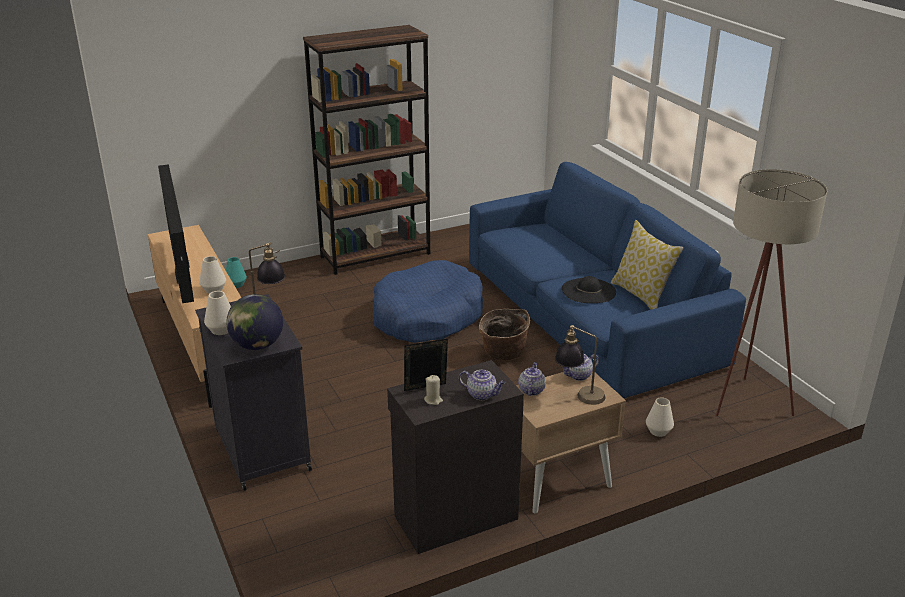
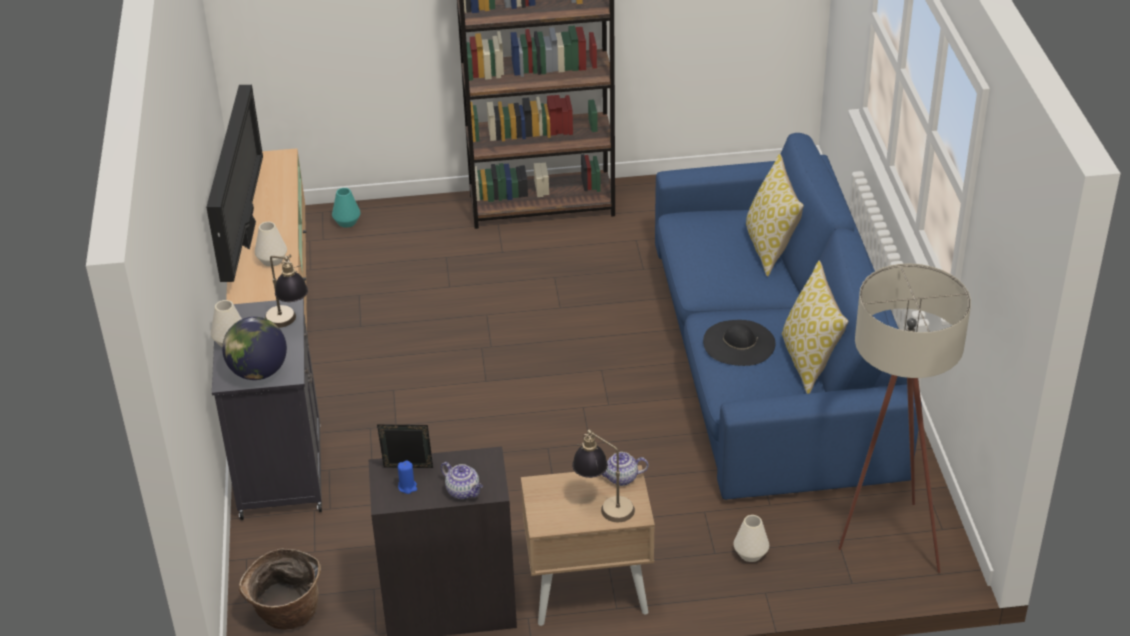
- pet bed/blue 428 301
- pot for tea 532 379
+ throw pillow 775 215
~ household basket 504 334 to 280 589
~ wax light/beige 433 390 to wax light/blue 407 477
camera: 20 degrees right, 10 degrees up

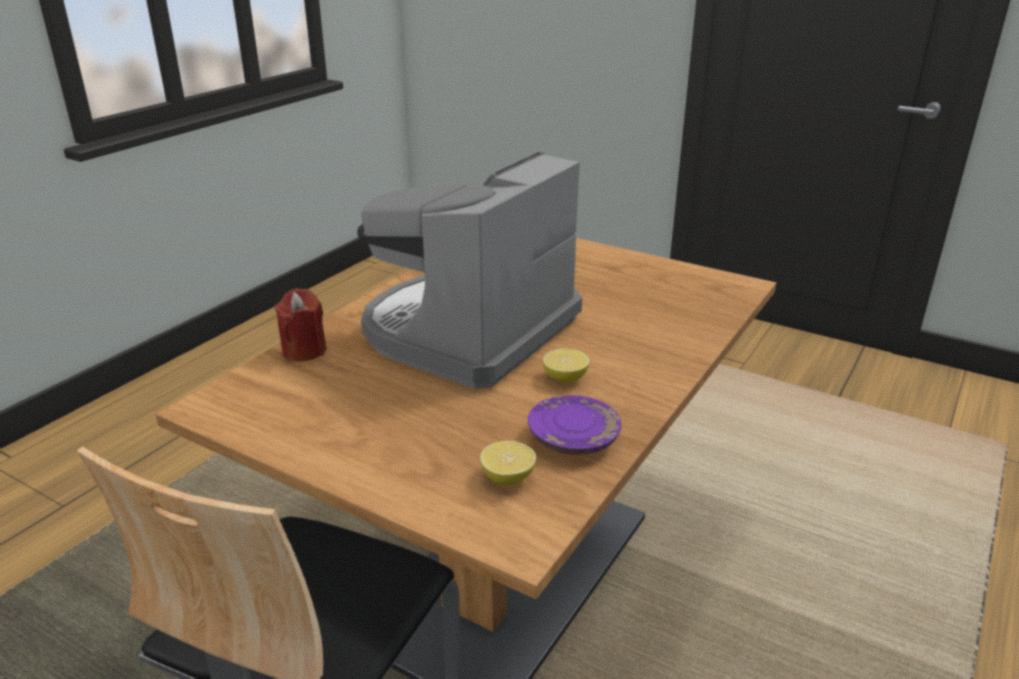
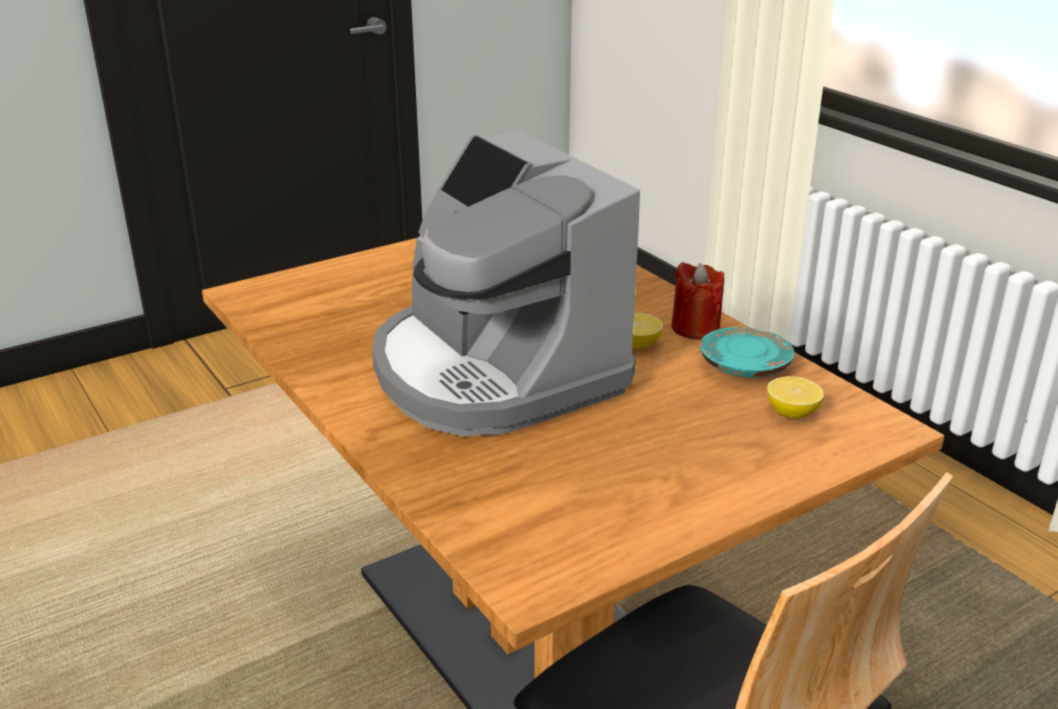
~ wax light/red-coloured 300 324 to 697 301
~ plate/purplish 575 425 to plate/blue-green 747 352
camera: 65 degrees left, 0 degrees up

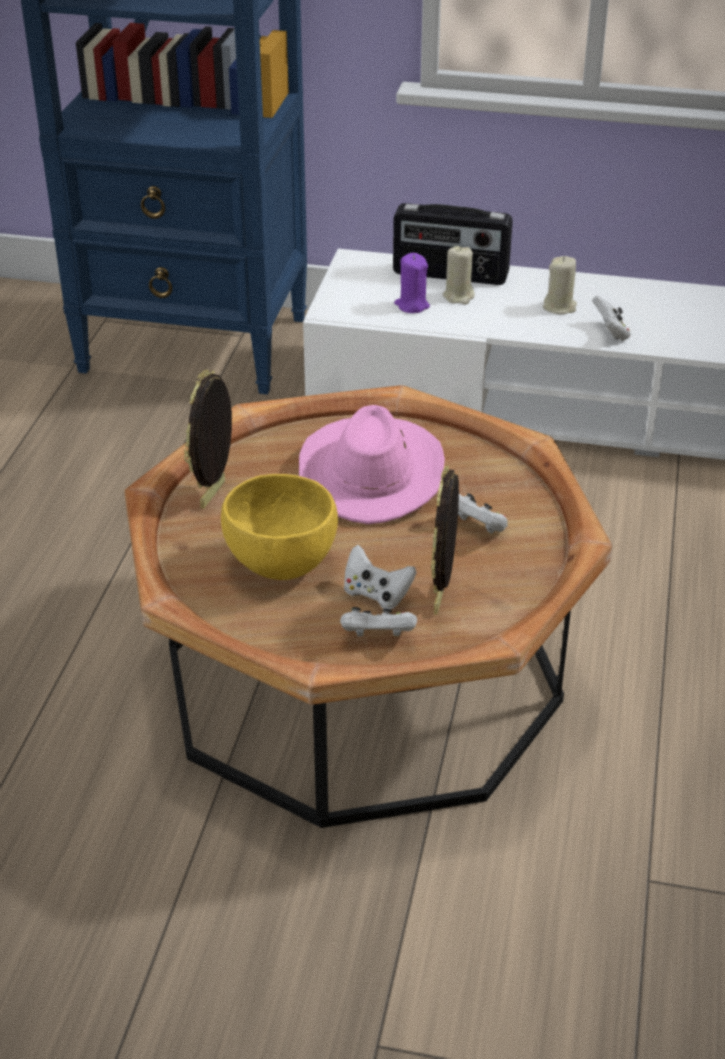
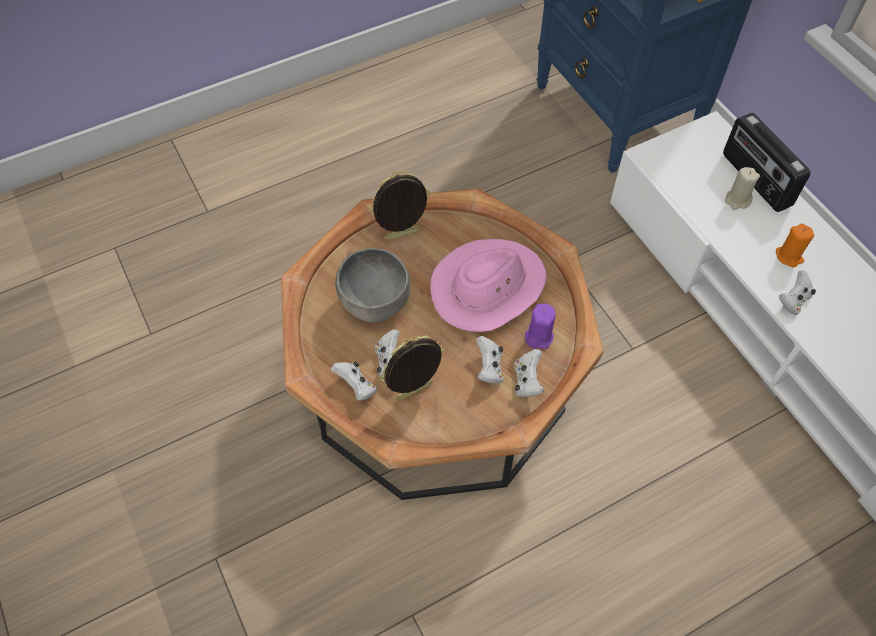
+ joypad/whitish 529 373
~ wax light/purplish 412 283 to 540 326
~ serving bowl/yellow 279 527 to serving bowl/greyish 373 285
~ wax light/beige 560 285 to wax light/orange 795 245
camera: 50 degrees right, 20 degrees up

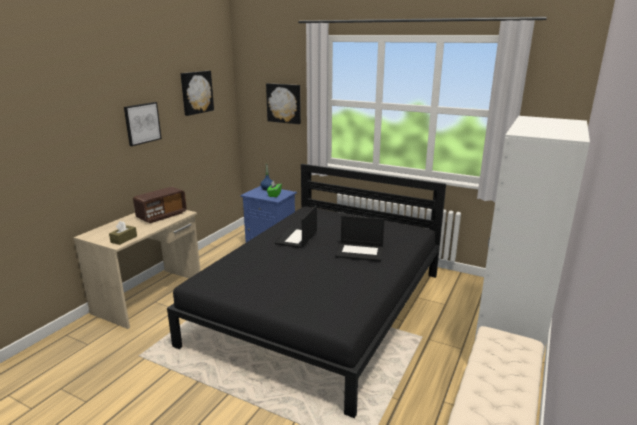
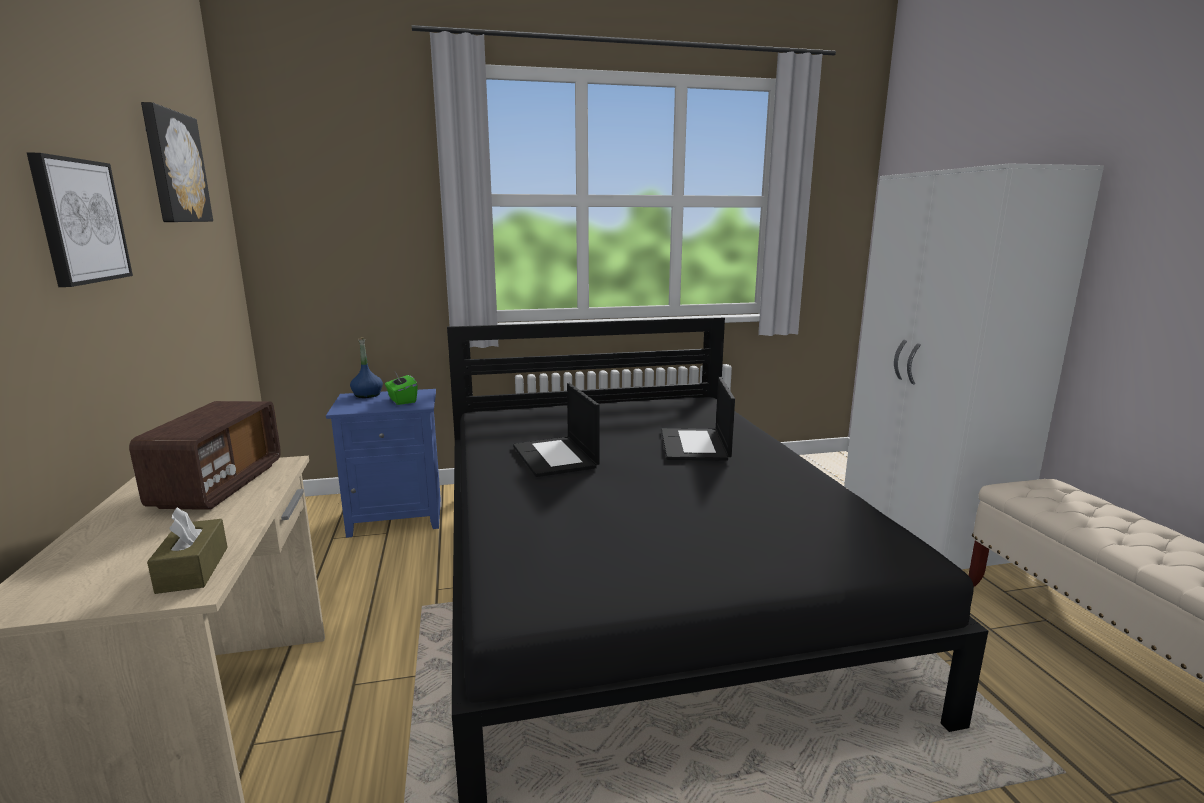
- wall art 283 103
~ portable computer 360 238 = 698 419 120 degrees clockwise
camera: 40 degrees left, 5 degrees down

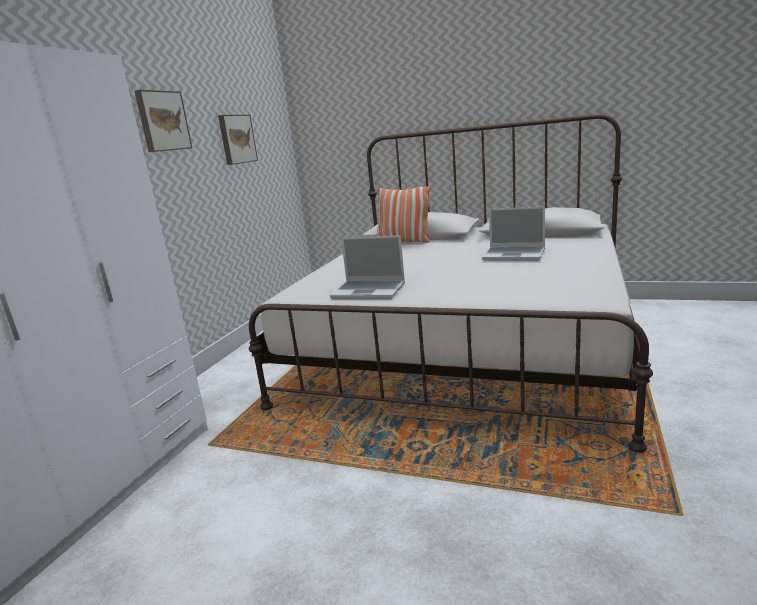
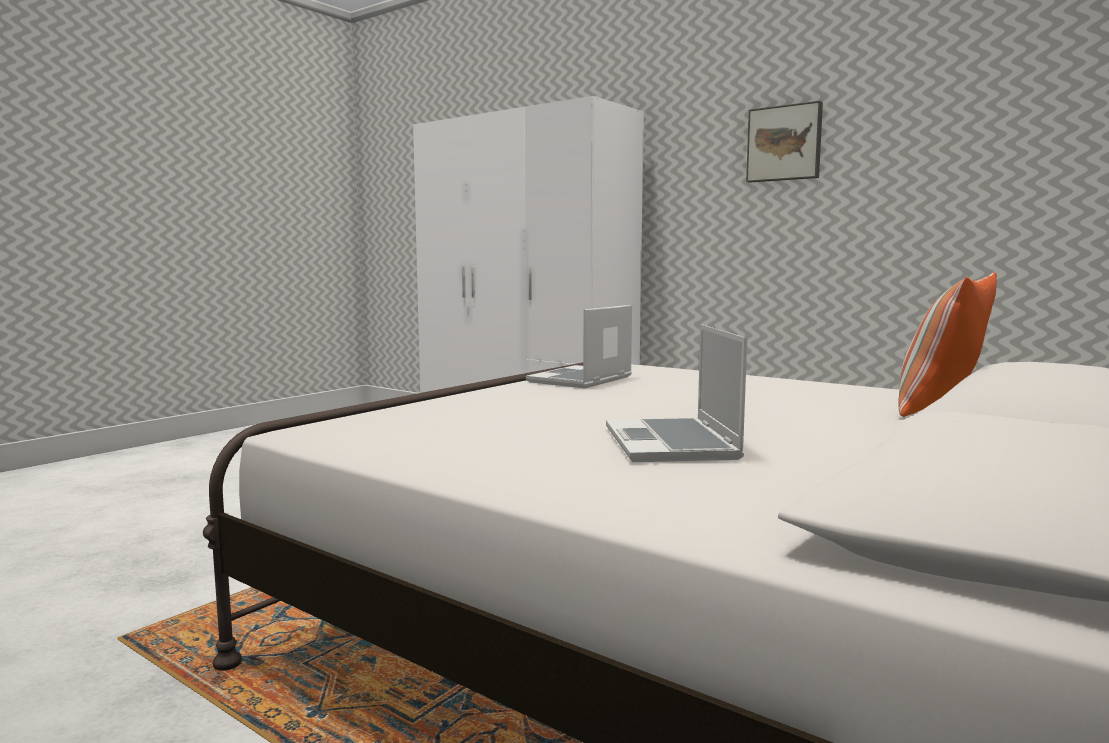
- wall art 238 140
~ portable computer 513 234 = 676 393 45 degrees counterclockwise
camera: 105 degrees right, 10 degrees down

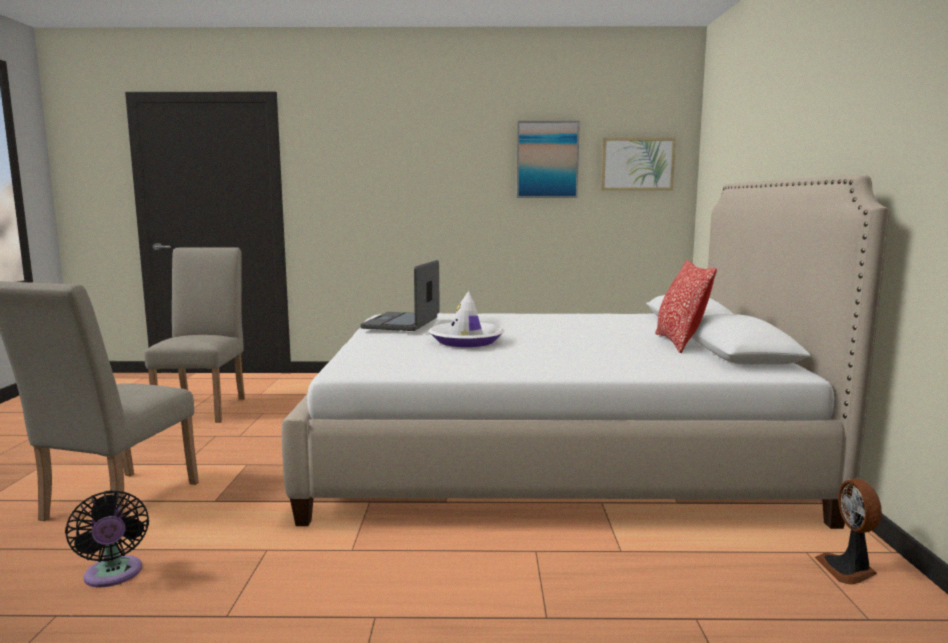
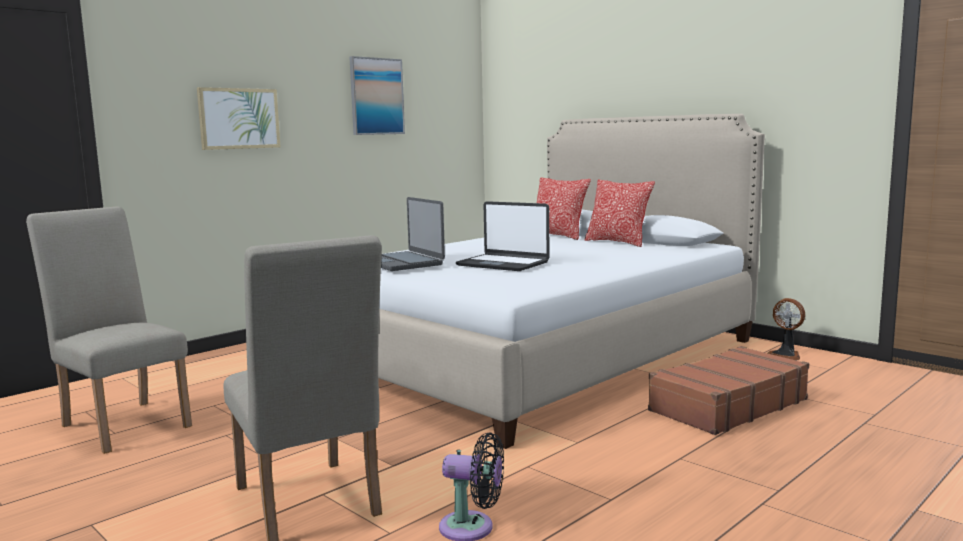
+ throw pillow 564 208
+ suitcase/brown-coloured 728 390
~ wall art 638 164 to 239 118
~ hat/whitish 466 319 to portable computer 502 236
camera: 45 degrees left, 0 degrees up

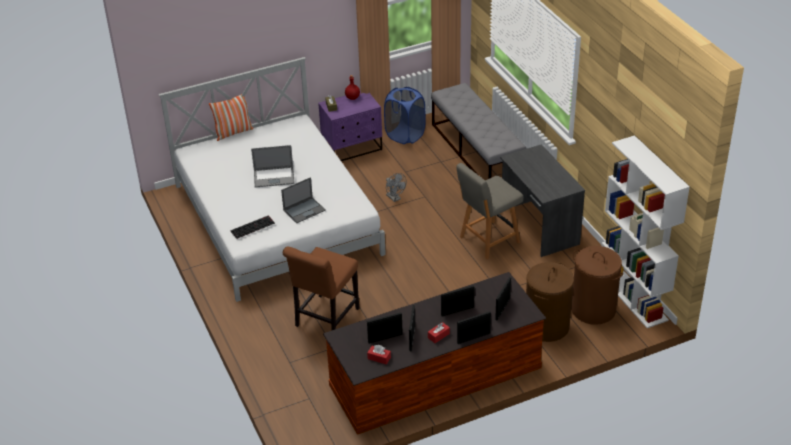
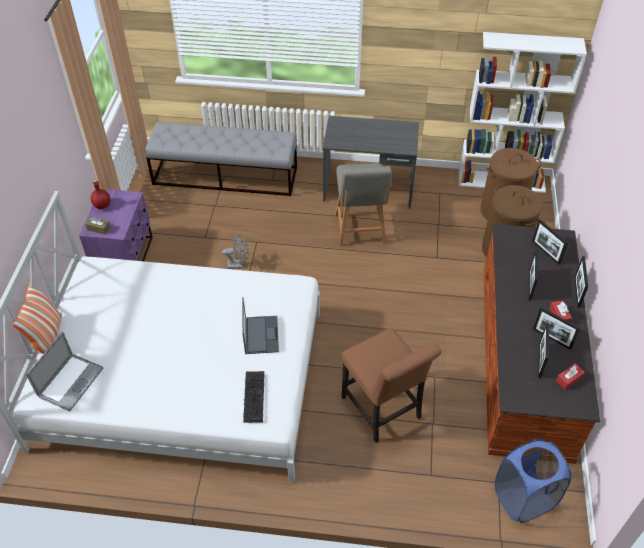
~ portable computer 273 166 to 64 371
~ hamper/blue 405 115 to 533 481
camera: 60 degrees left, 10 degrees up

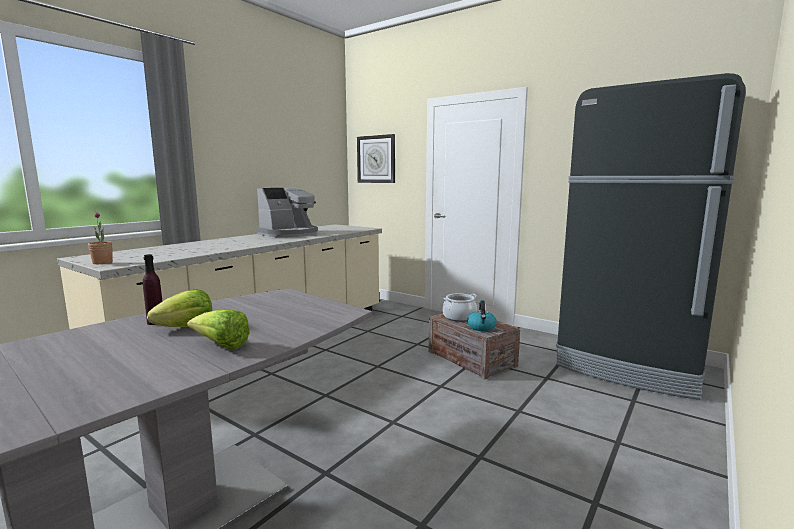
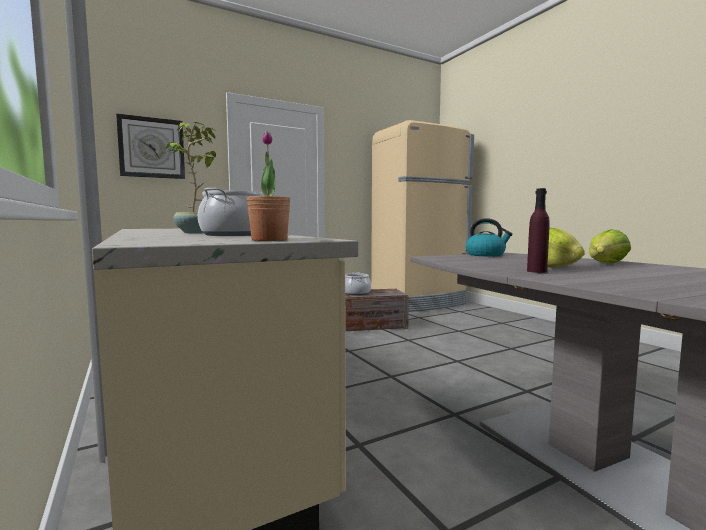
- coffee brewer 287 212
+ potted plant 191 177
+ saucepot 230 212
~ kettle 482 315 to 489 237
~ kitchen fridge/black-coloured 651 236 to kitchen fridge/beige 422 216
camera: 65 degrees left, 5 degrees down

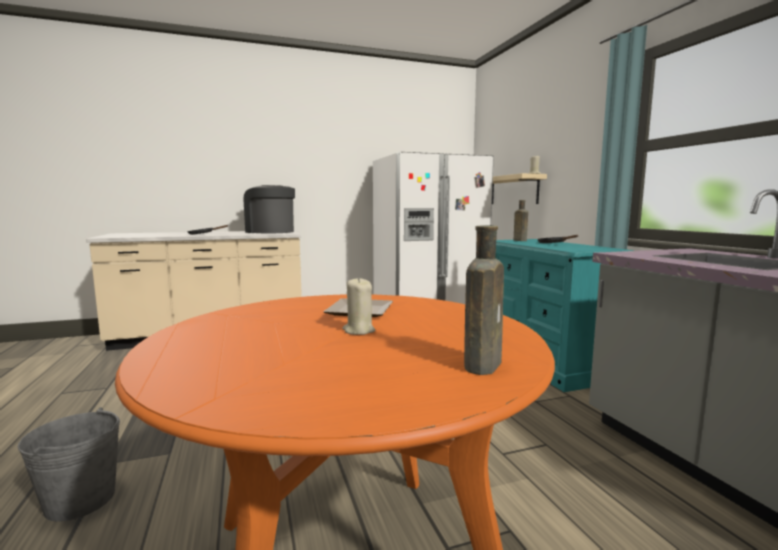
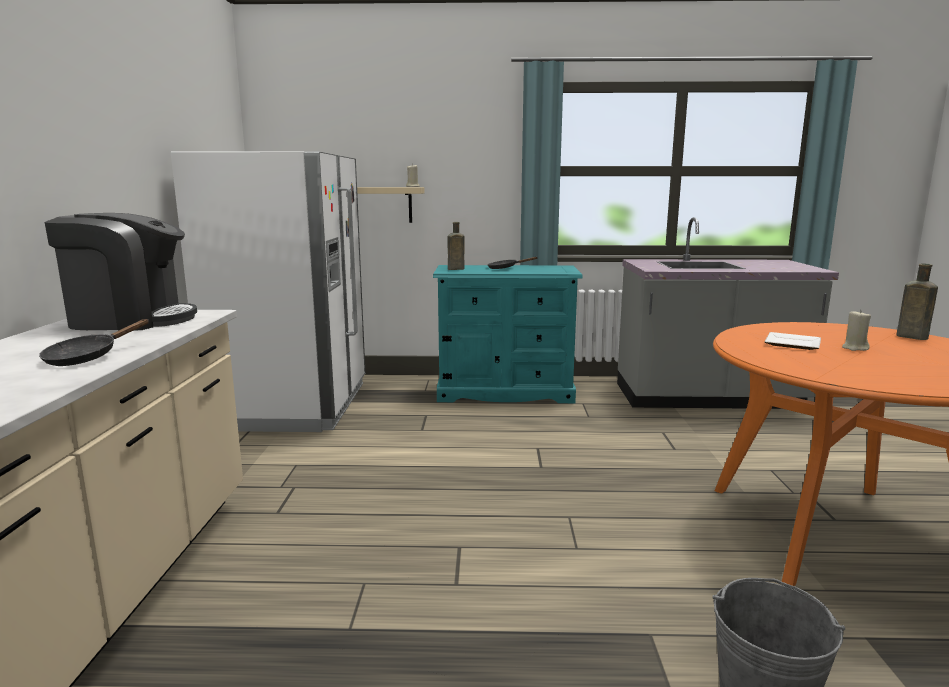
~ coffee brewer 269 209 = 121 271 150 degrees counterclockwise
camera: 70 degrees left, 5 degrees up

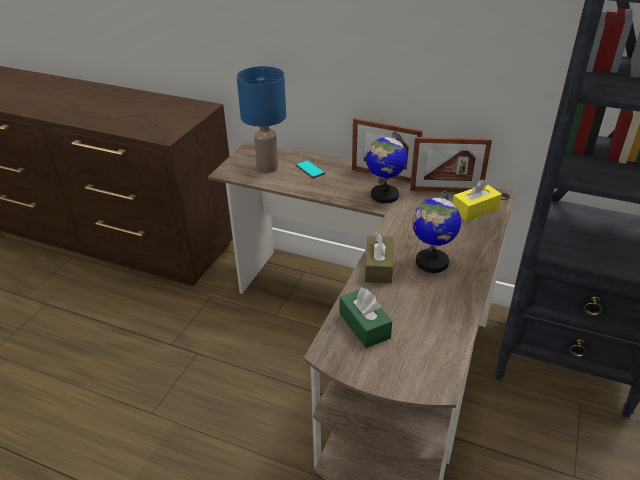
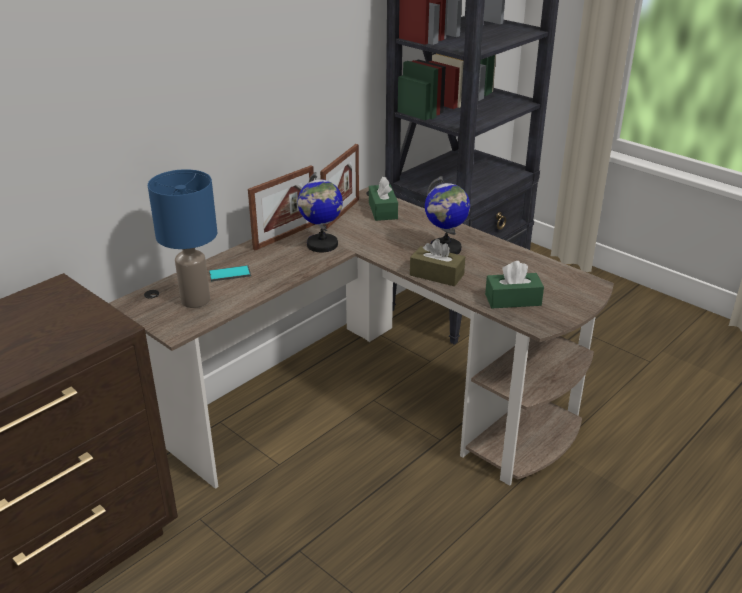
~ tissue box/yellow 477 200 to tissue box/green-coloured 383 199
camera: 70 degrees left, 5 degrees down

